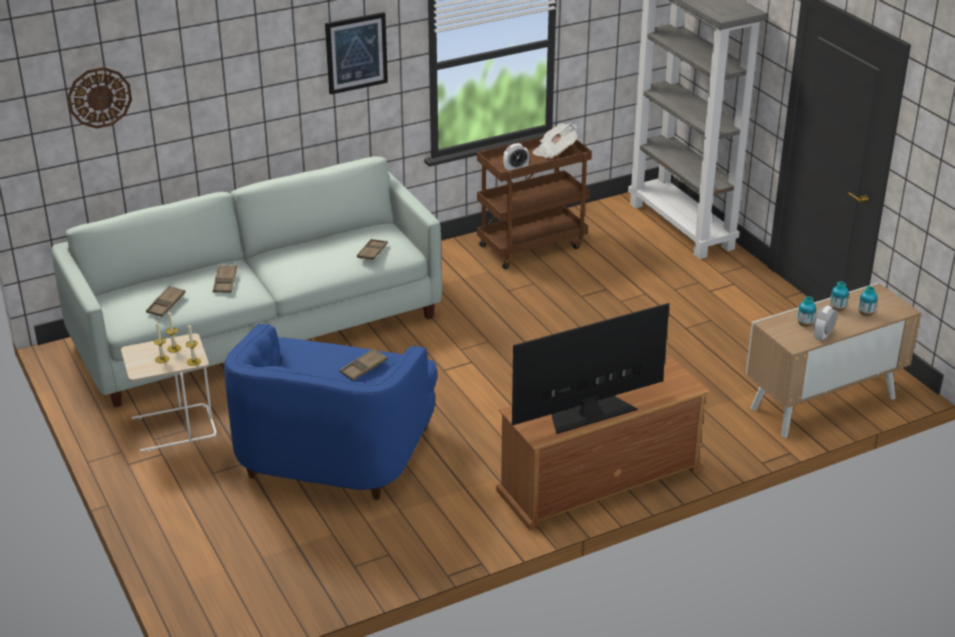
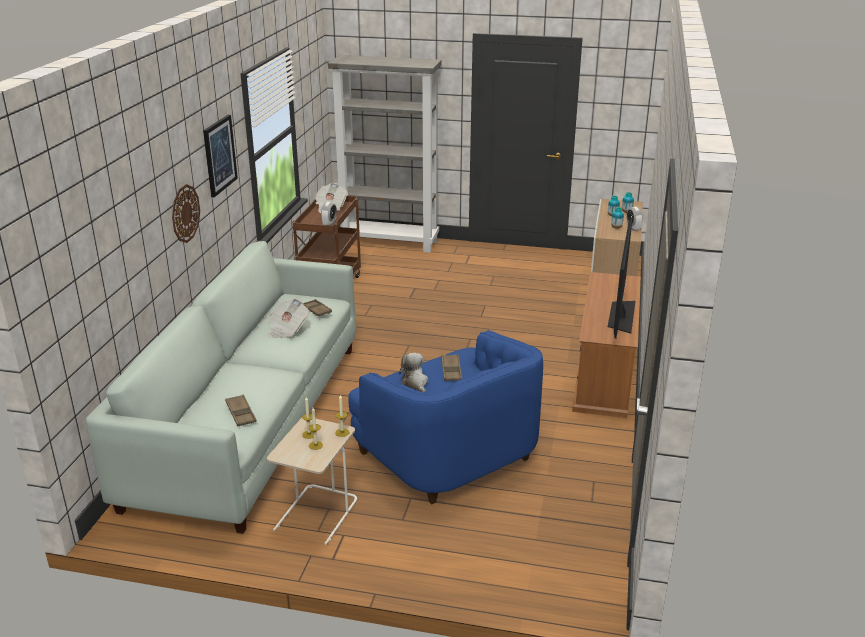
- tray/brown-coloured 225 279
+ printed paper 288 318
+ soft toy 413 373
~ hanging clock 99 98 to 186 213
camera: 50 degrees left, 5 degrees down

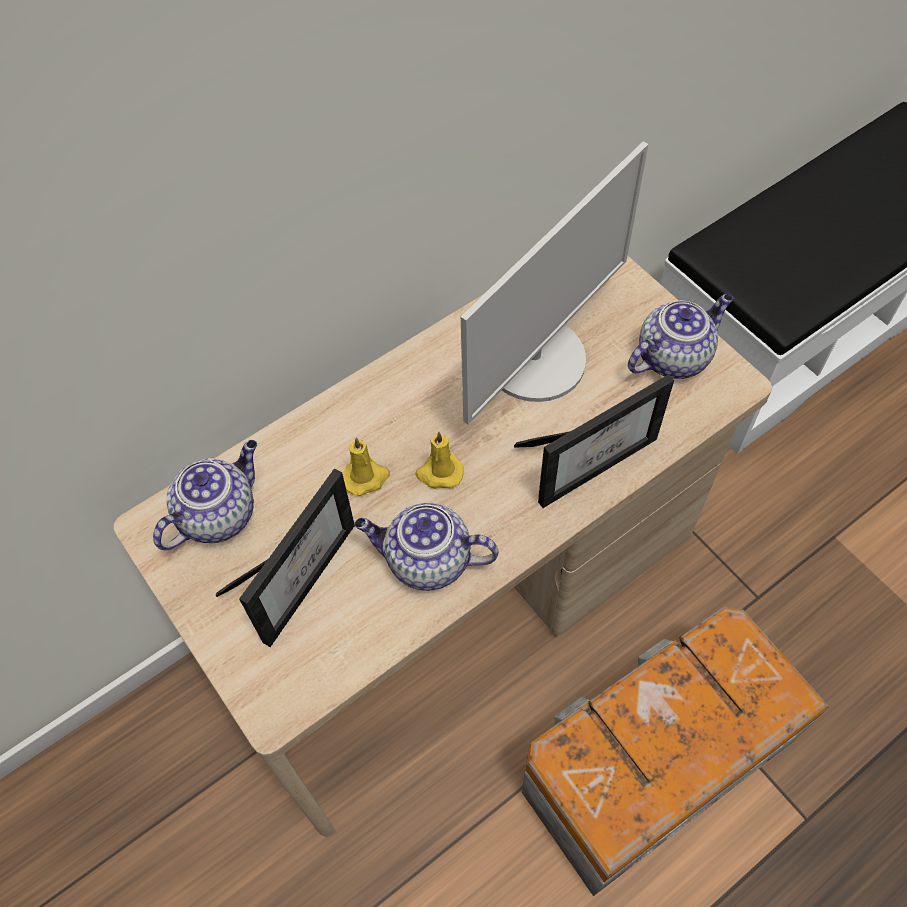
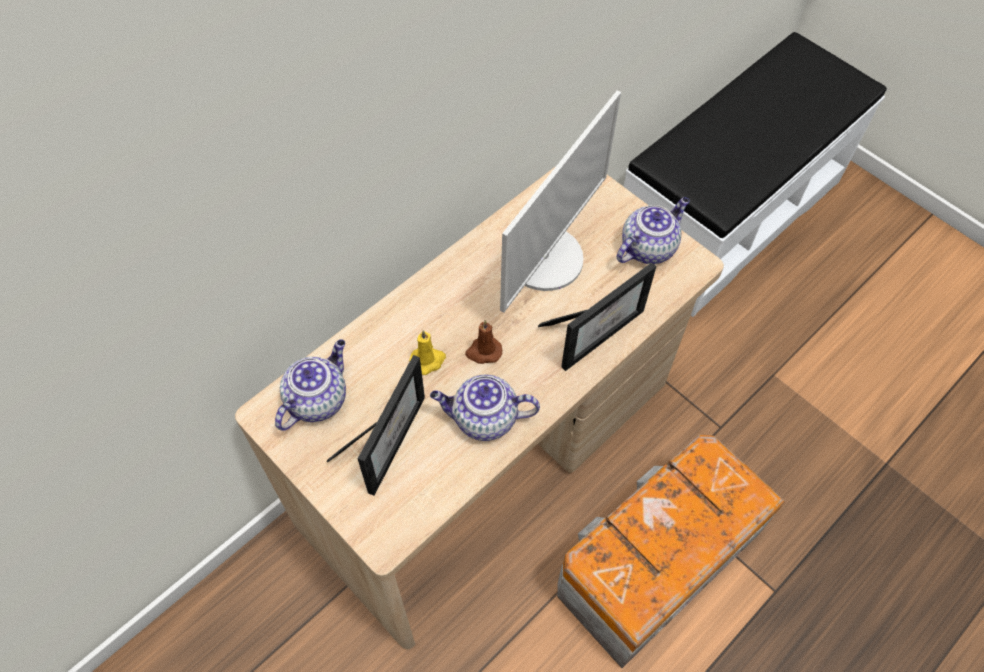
~ wax light/yellow 439 460 to wax light/brown-coloured 483 342
camera: 10 degrees left, 0 degrees up

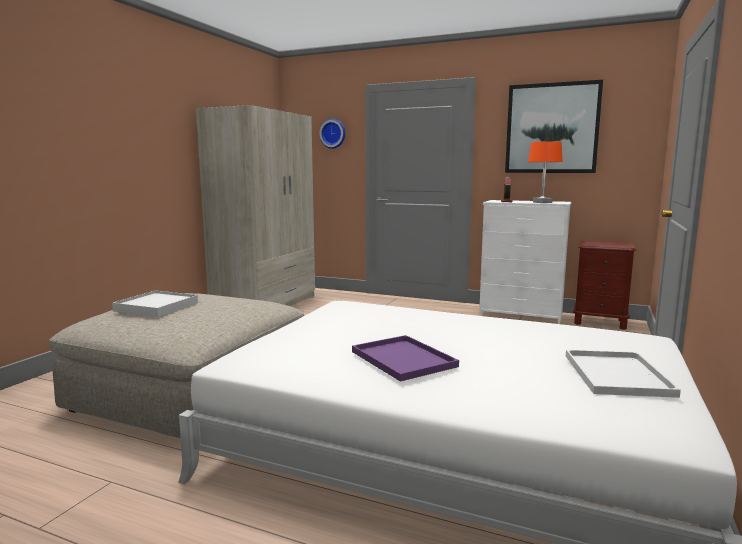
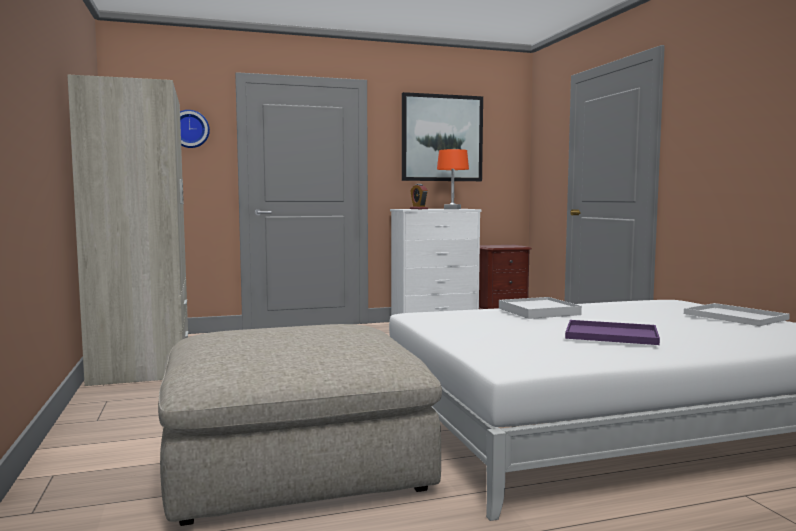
~ tray/whitish 155 303 to 540 308
camera: 40 degrees left, 5 degrees down

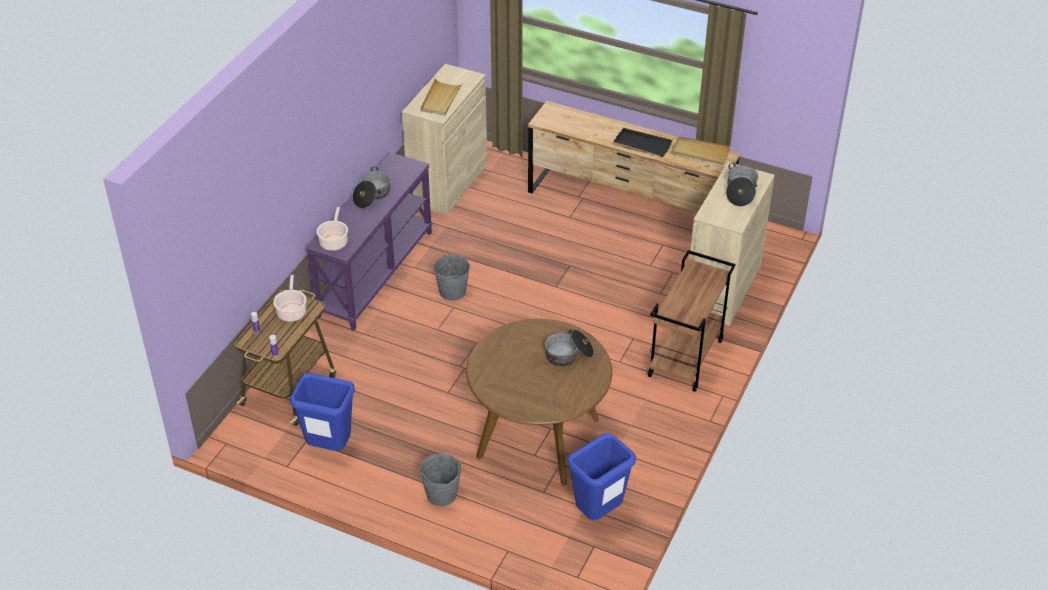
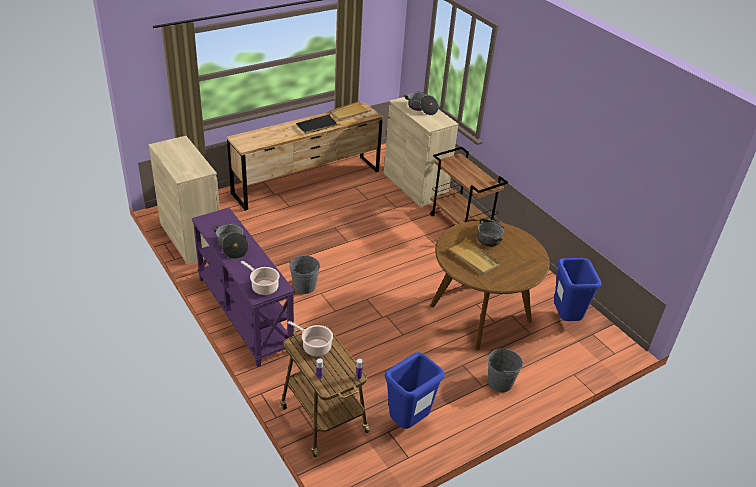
~ tray/beige 442 96 to 473 256
camera: 60 degrees left, 5 degrees down

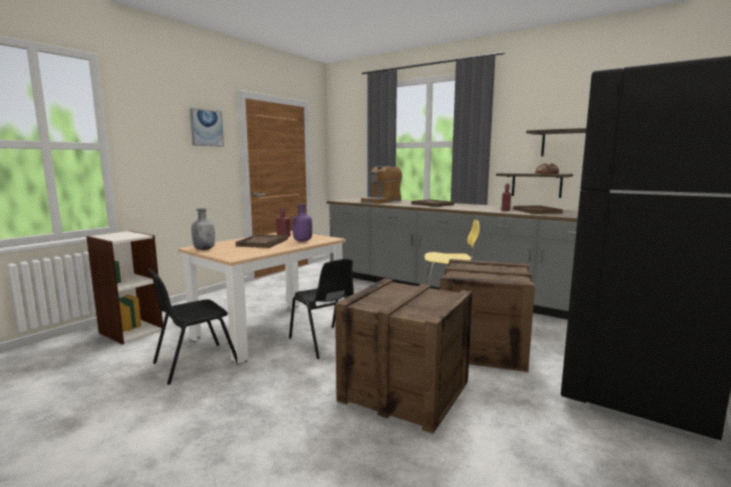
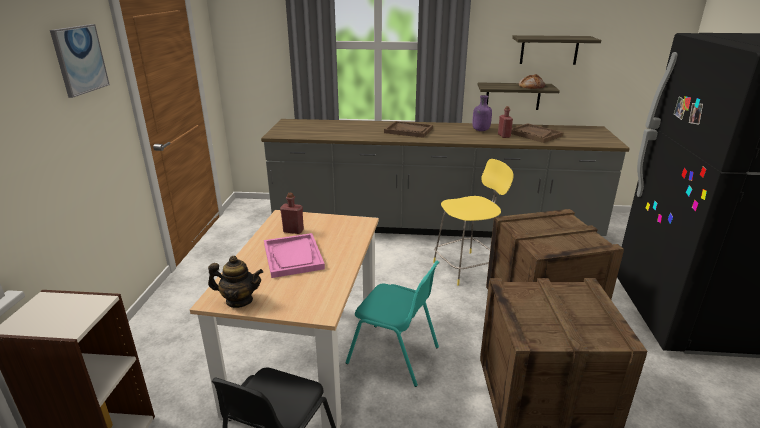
- coffee brewer 381 185
~ bottle/purplish 302 223 to 482 113
~ bottle/greyish 203 229 to pot for tea 235 282
~ tray/brown-coloured 262 241 to tray/pink 294 255
~ chair/black-coloured 321 309 to chair/blue-green 392 324
camera: 30 degrees left, 15 degrees up

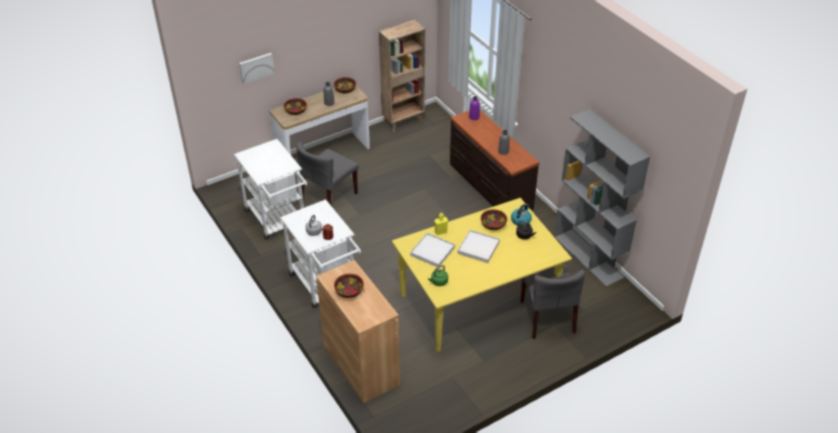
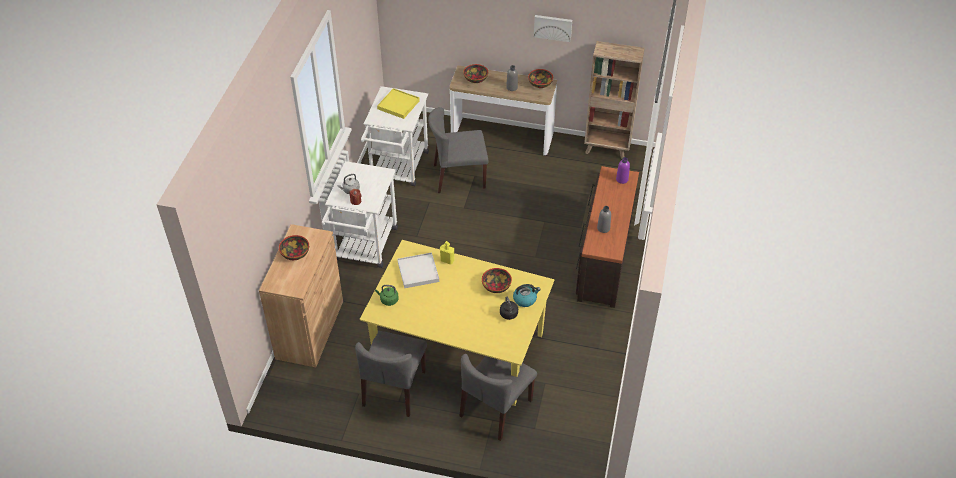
- tray/whitish 479 246
- bookshelf/greyish 602 198
+ chair/greyish 391 374
+ tray/yellow 398 103
~ wall art 257 68 to 553 28
camera: 45 degrees right, 5 degrees up

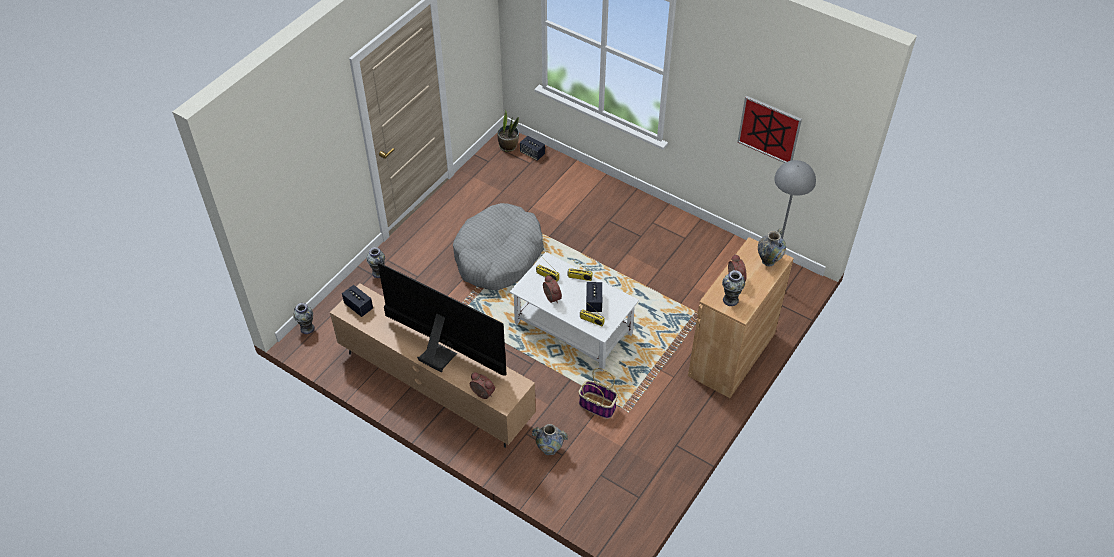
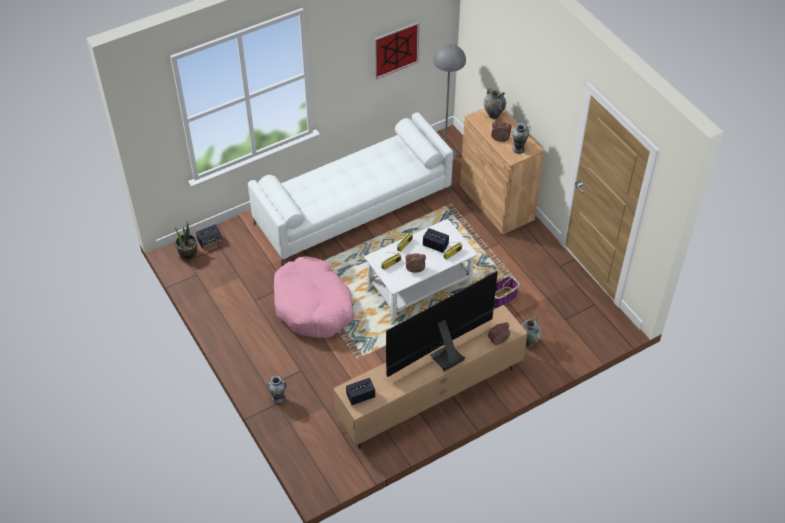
- vase 304 318
+ settee/whitish 350 188
~ pet bed/greyish 498 246 to pet bed/pink 314 297
camera: 65 degrees left, 0 degrees up

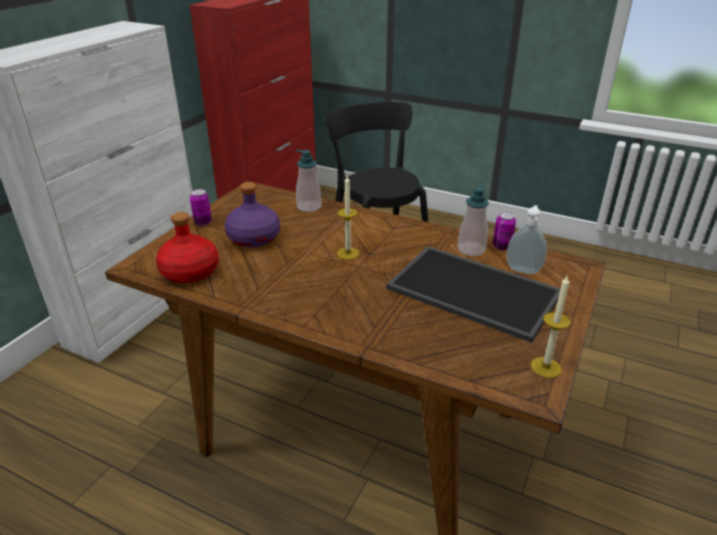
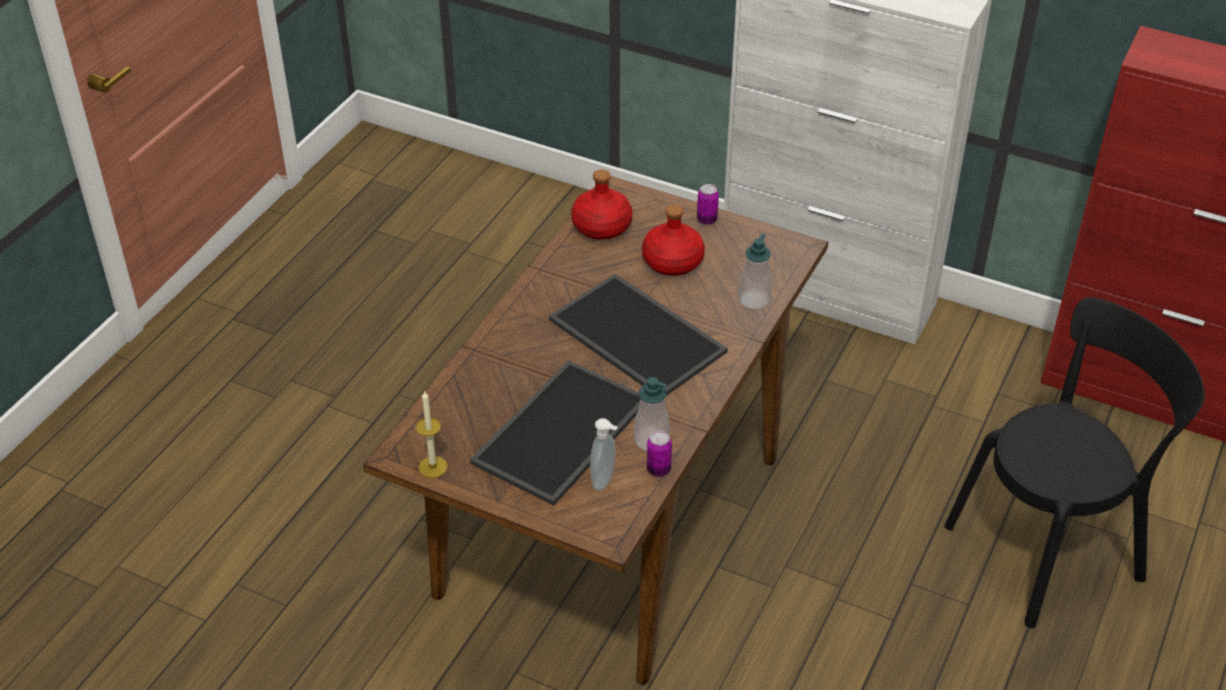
~ wax light 348 218 to tray 638 335
~ bottle/purplish 252 214 to bottle/red-coloured 673 240
camera: 90 degrees right, 10 degrees up

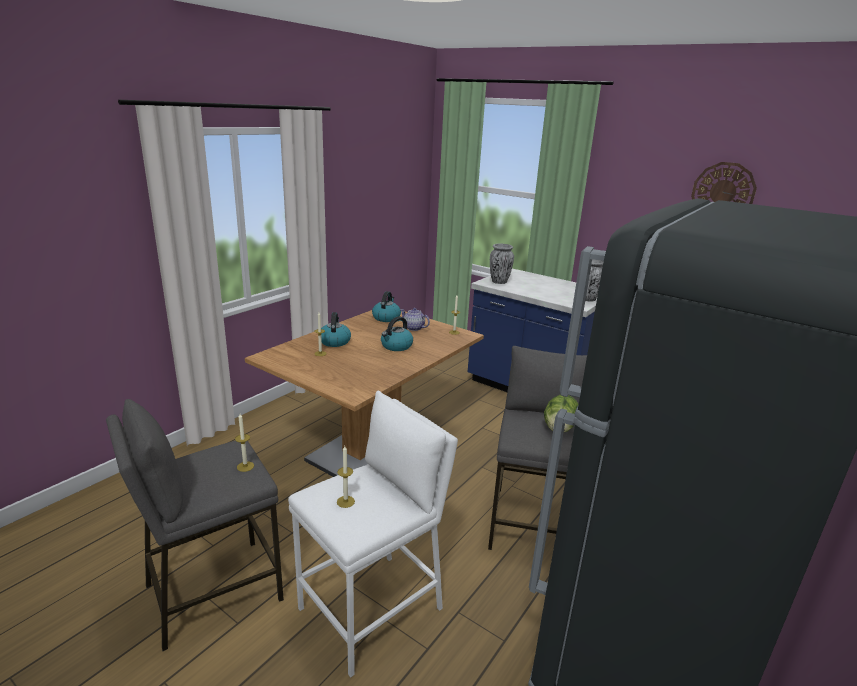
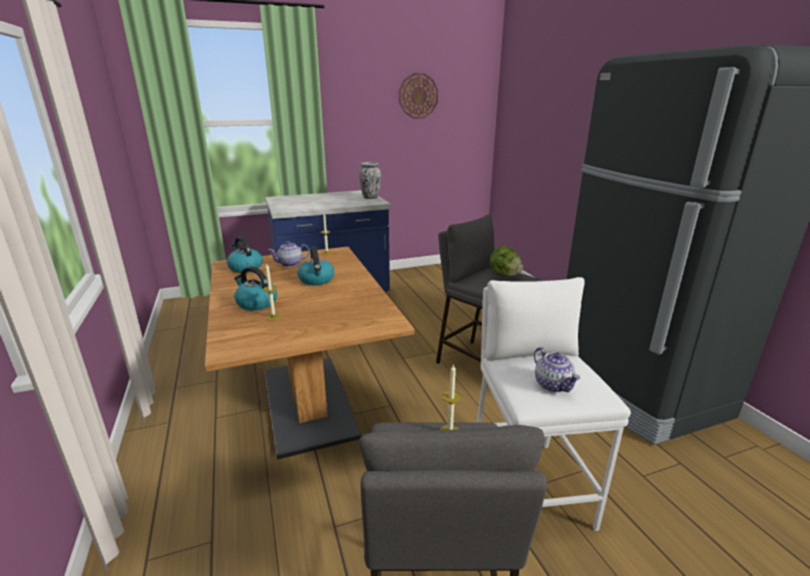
- vase 502 264
~ wax light 346 477 to pot for tea 557 369
camera: 55 degrees left, 0 degrees up

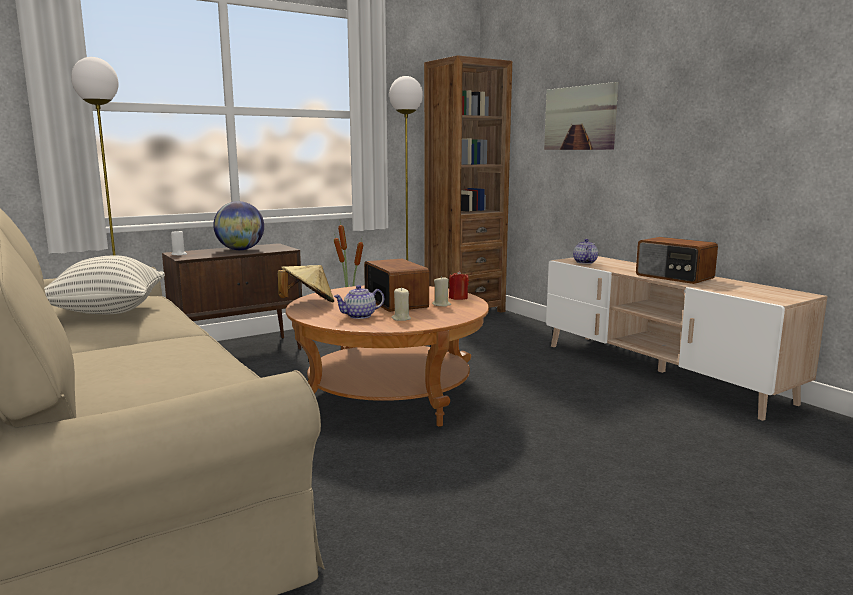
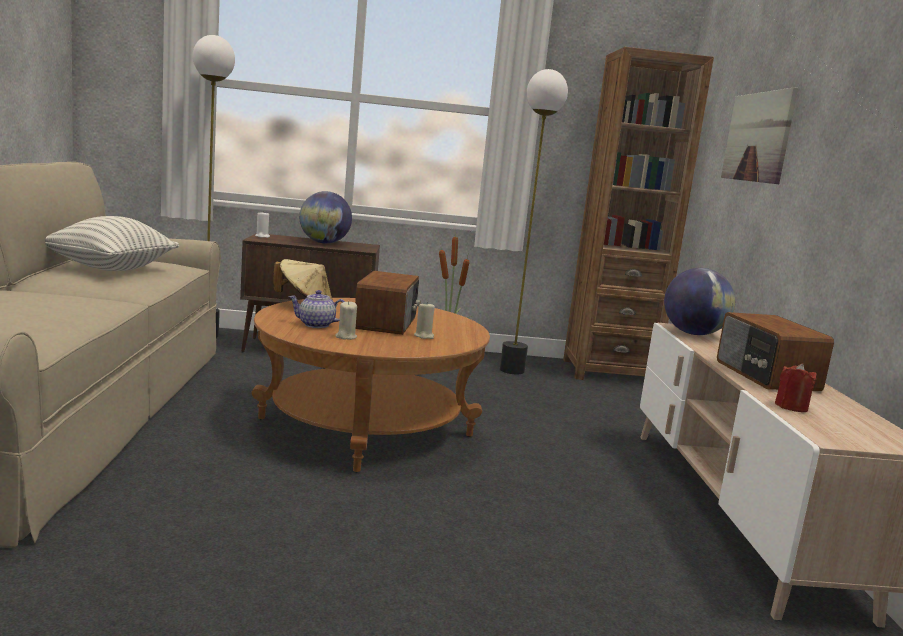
~ wax light/red-coloured 459 285 to 796 388
~ pot for tea 585 251 to globe 699 301
camera: 30 degrees right, 0 degrees up

